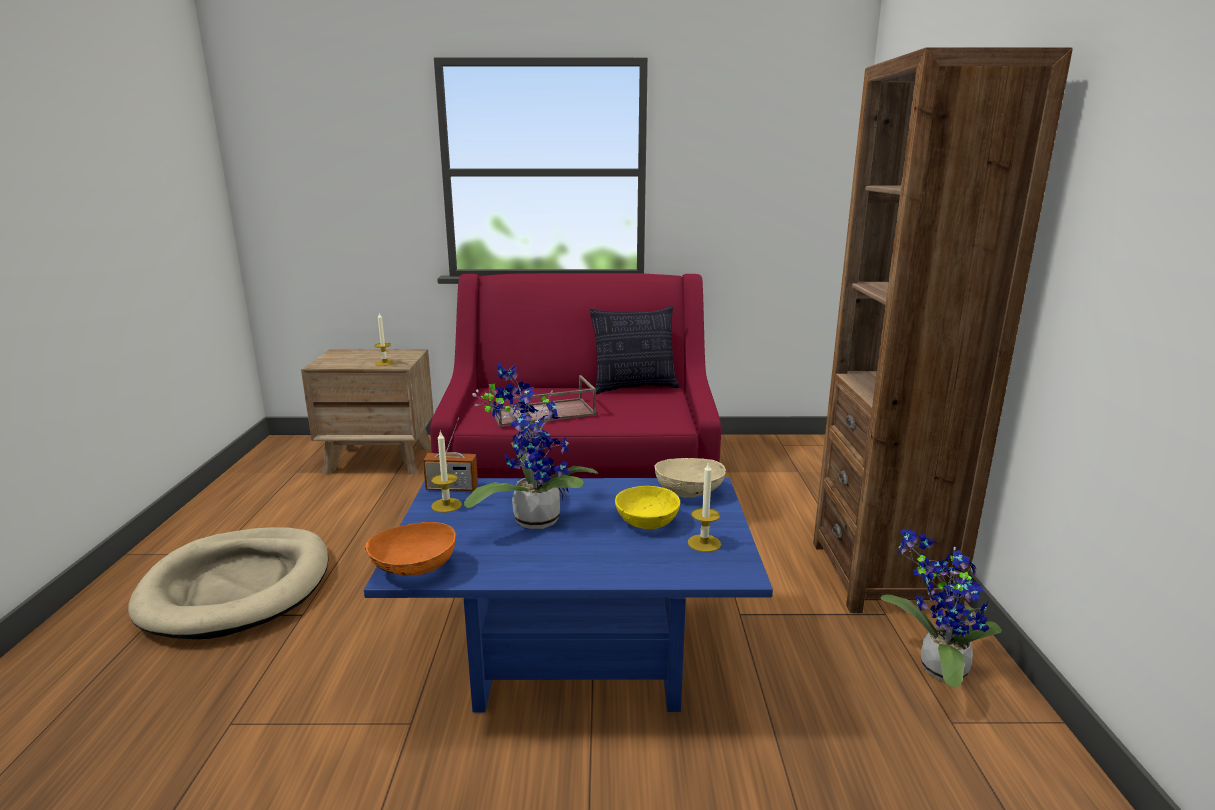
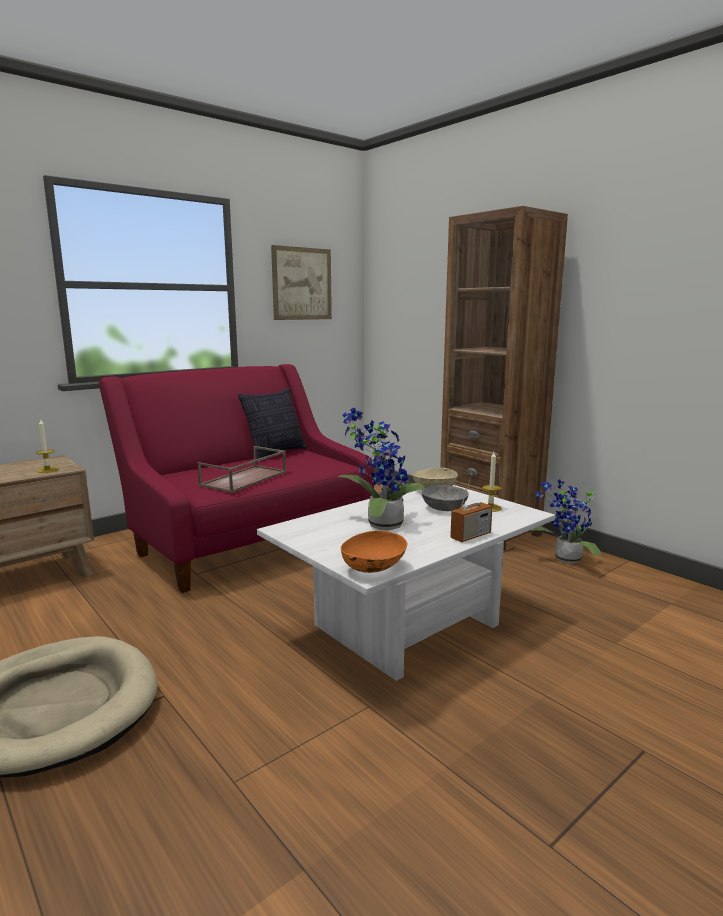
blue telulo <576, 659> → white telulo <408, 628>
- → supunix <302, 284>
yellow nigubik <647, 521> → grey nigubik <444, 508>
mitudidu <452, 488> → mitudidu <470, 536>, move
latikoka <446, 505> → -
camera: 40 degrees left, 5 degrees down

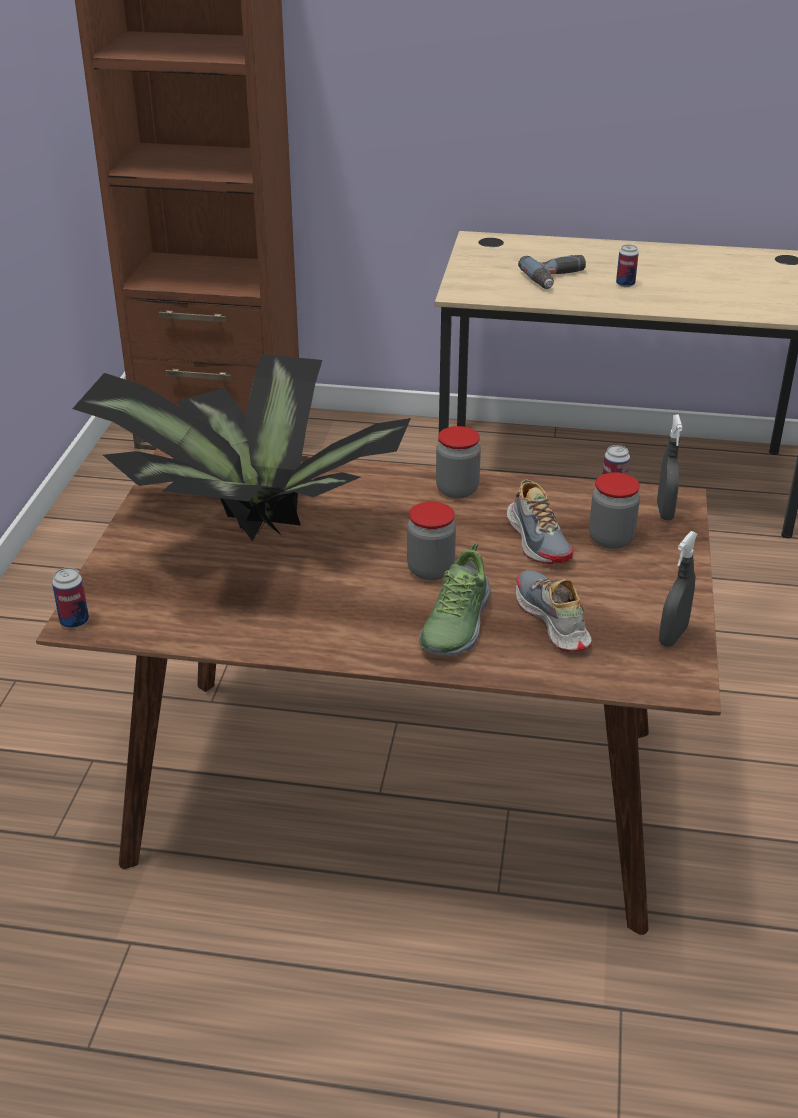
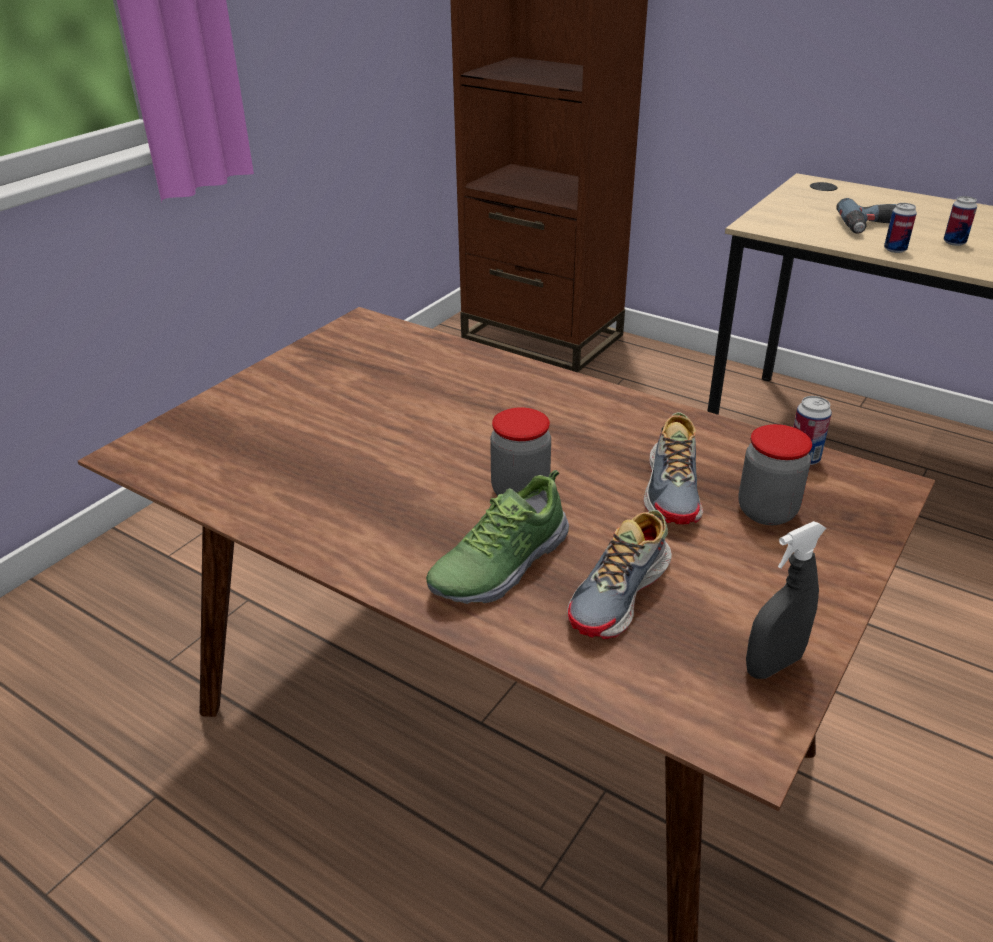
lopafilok <551, 620> → lopafilok <621, 594>, 150 degrees counterclockwise
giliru <74, 622> → giliru <895, 249>, move
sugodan <246, 528> → -
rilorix <457, 490> → -
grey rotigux <664, 511> → -
camera: 25 degrees right, 0 degrees up

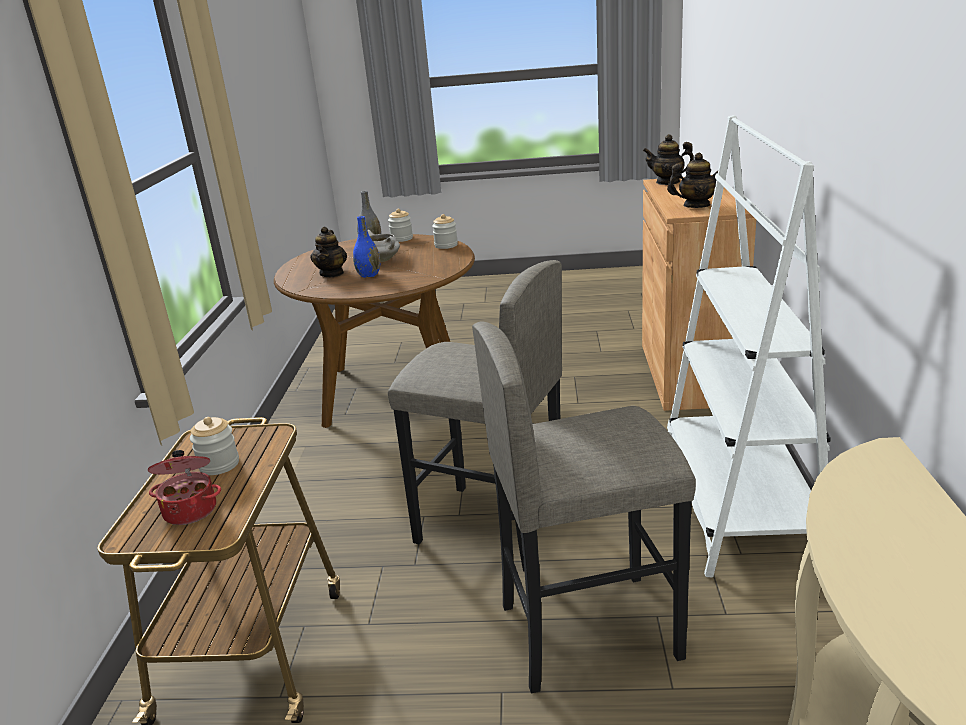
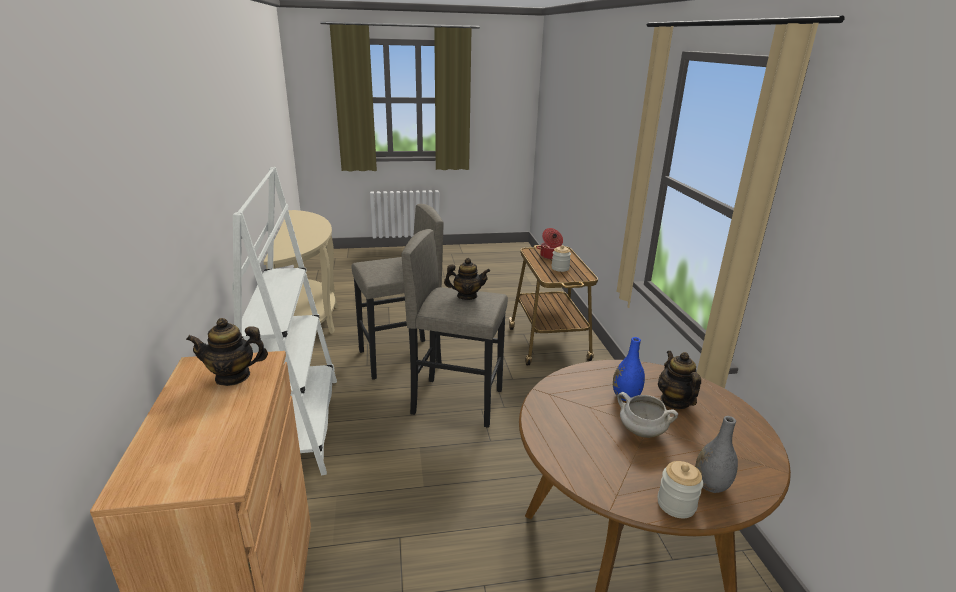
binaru <668, 182> → binaru <467, 296>, move
rilorix <446, 245> → -
camera: 165 degrees right, 0 degrees up

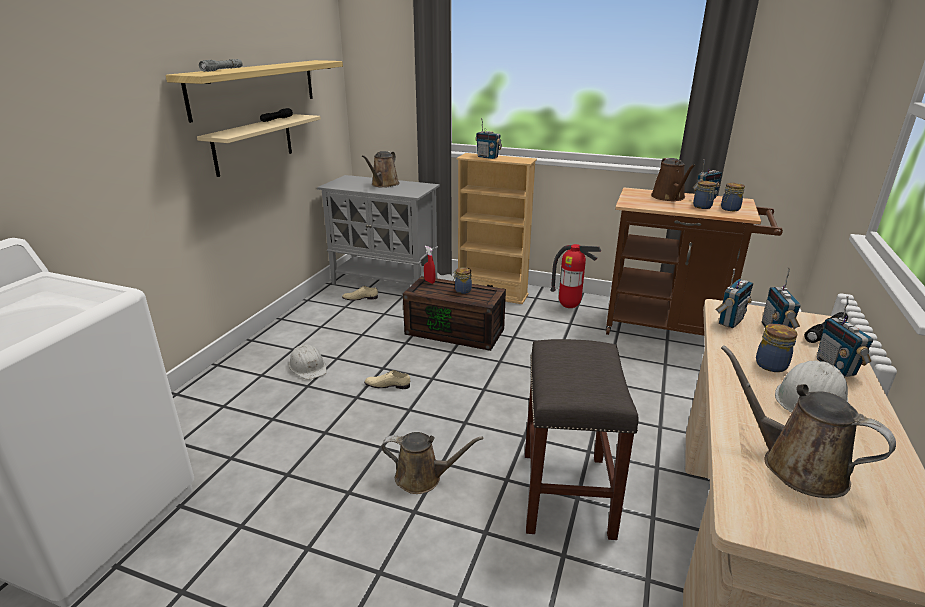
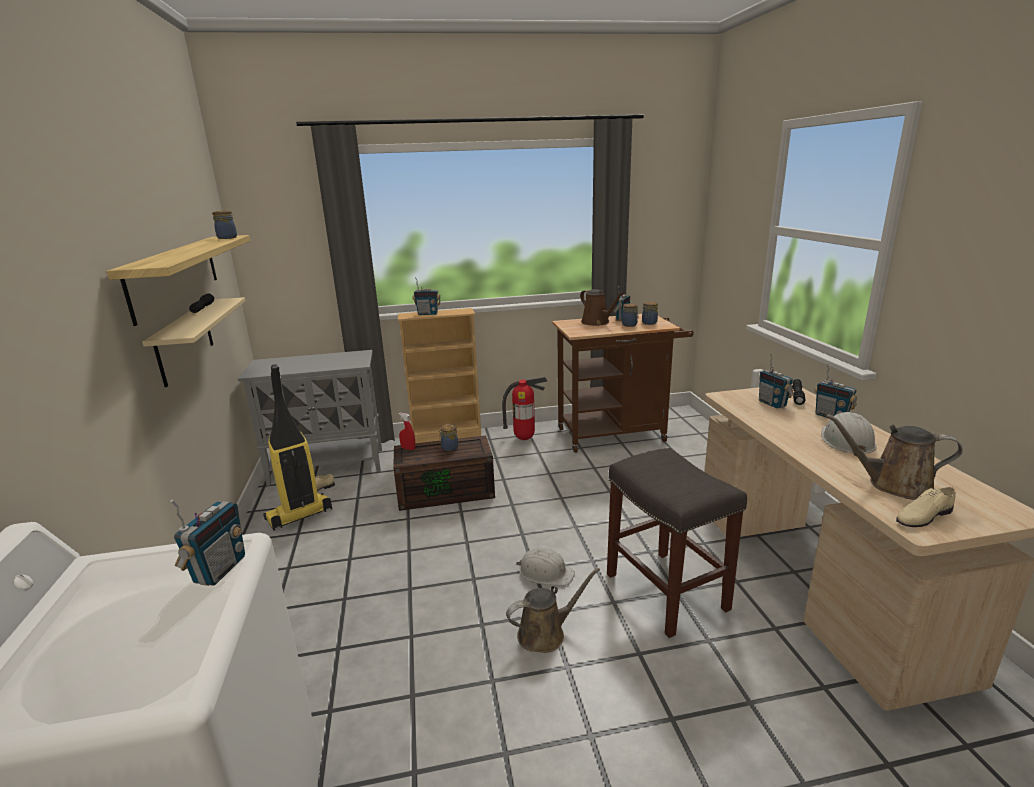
mitudidu <730, 321> → mitudidu <219, 570>, move
rilorix <770, 364> → rilorix <227, 238>, move
- → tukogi <299, 515>
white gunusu <308, 367> → white gunusu <545, 572>, move
beige lopafilok <387, 384> → beige lopafilok <923, 515>, move
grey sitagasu <222, 70> → -
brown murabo <384, 184> → -
camera: 30 degrees left, 5 degrees down

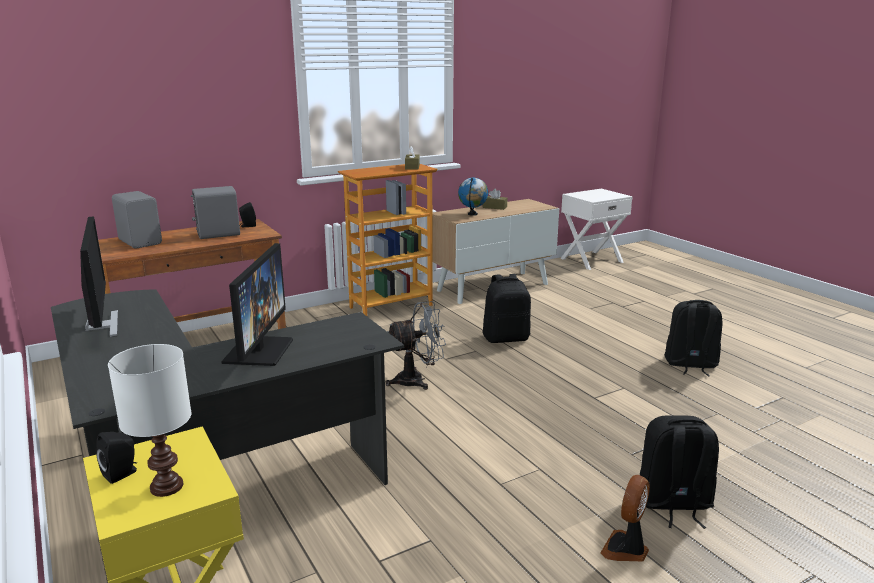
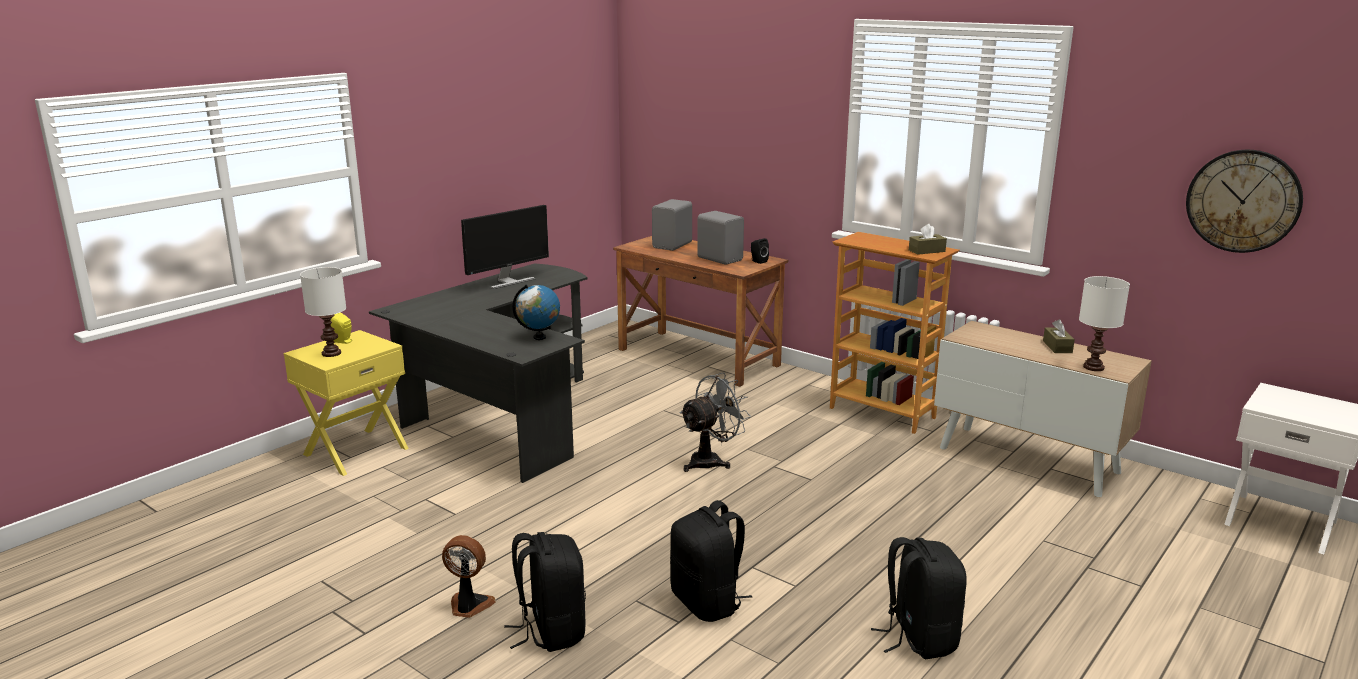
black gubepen <122, 474> → yellow gubepen <343, 341>
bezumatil <472, 214> → bezumatil <539, 337>, move
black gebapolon <506, 338> → black gebapolon <708, 603>, move
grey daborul <417, 380> → grey daborul <711, 461>, 90 degrees counterclockwise
- → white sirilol <1094, 367>
- → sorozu <1243, 201>
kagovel <258, 350> → -
camera: 70 degrees right, 0 degrees up

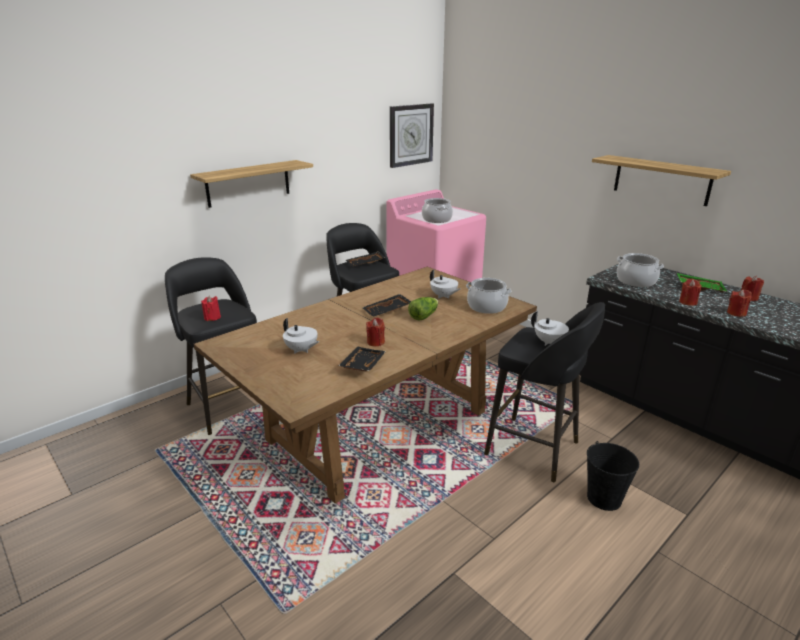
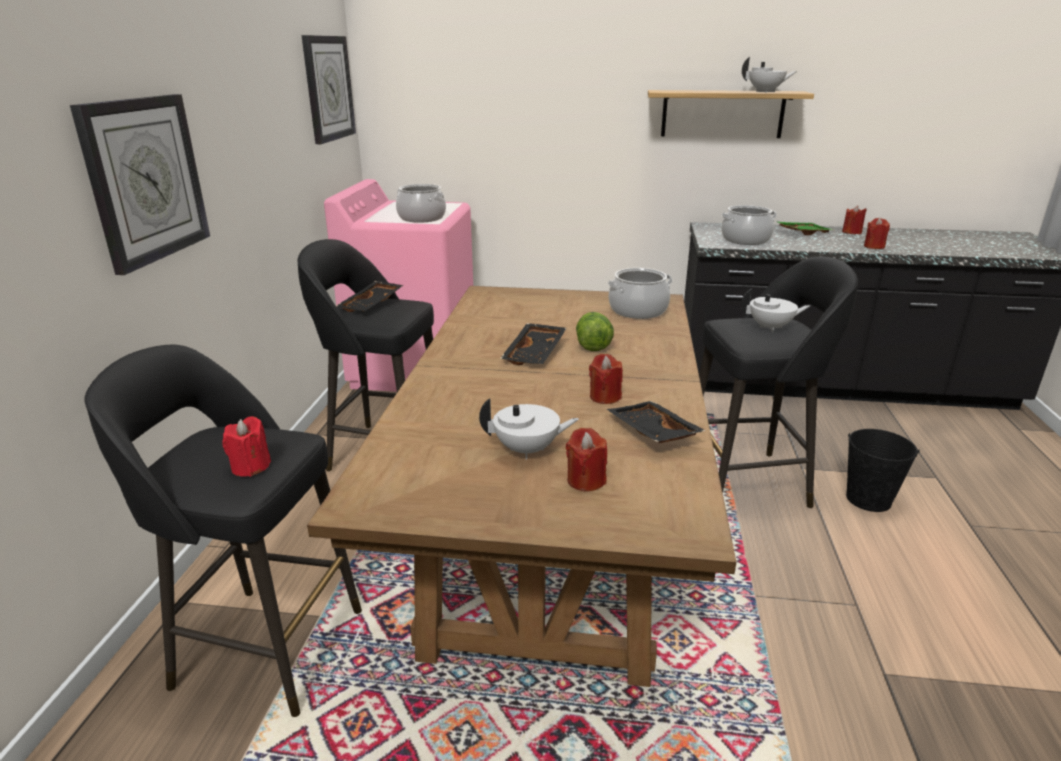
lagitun <248, 183> → sorozu <145, 180>
red latikoka <688, 302> → red latikoka <585, 480>, move
white binaru <443, 296> → white binaru <765, 91>, move
camera: 40 degrees left, 0 degrees up

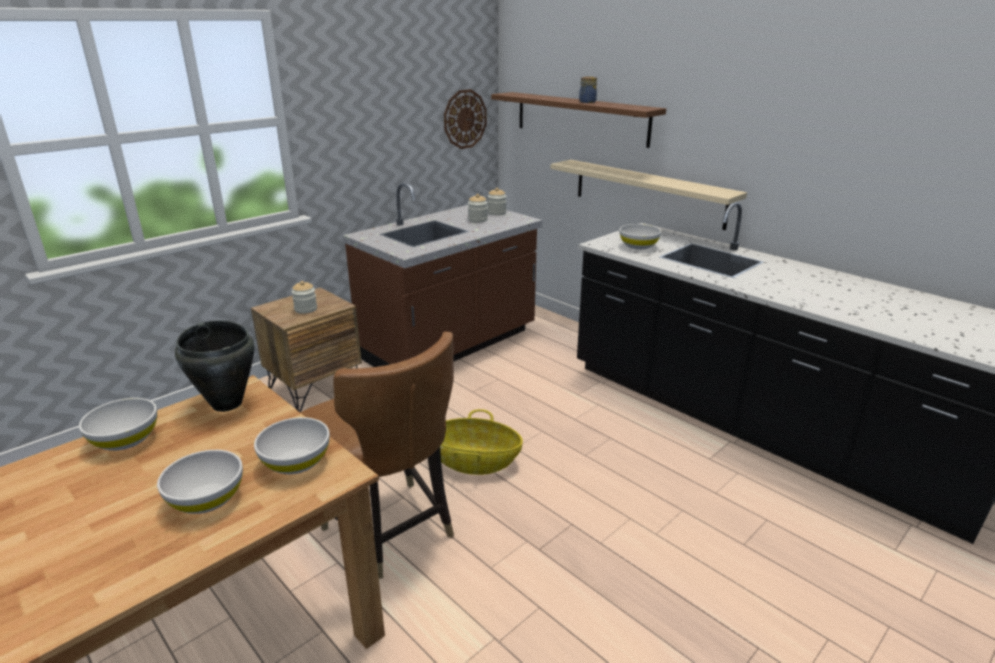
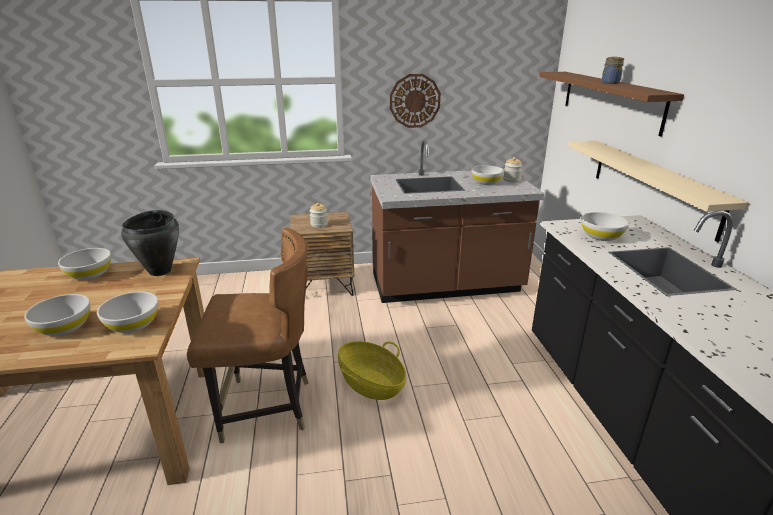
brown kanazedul <390, 529> → brown kanazedul <266, 407>, 90 degrees counterclockwise
sorozu <465, 119> → sorozu <414, 101>, move
rilorix <478, 220> → white nigubik <486, 182>
camera: 35 degrees right, 0 degrees up

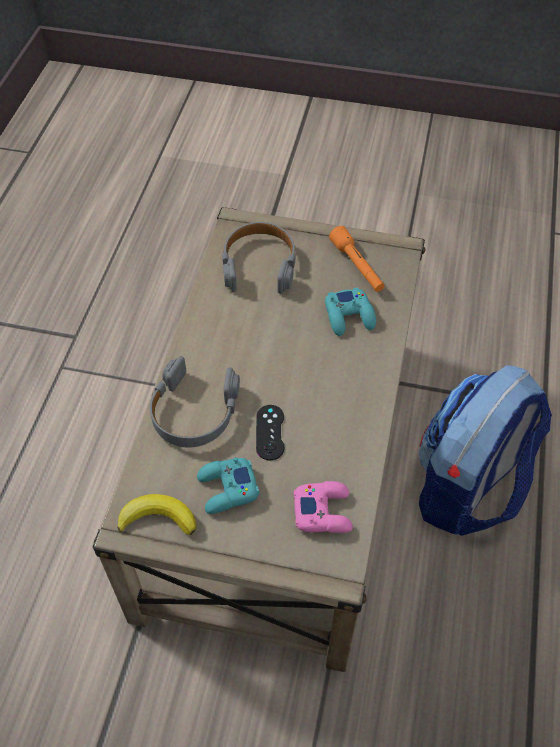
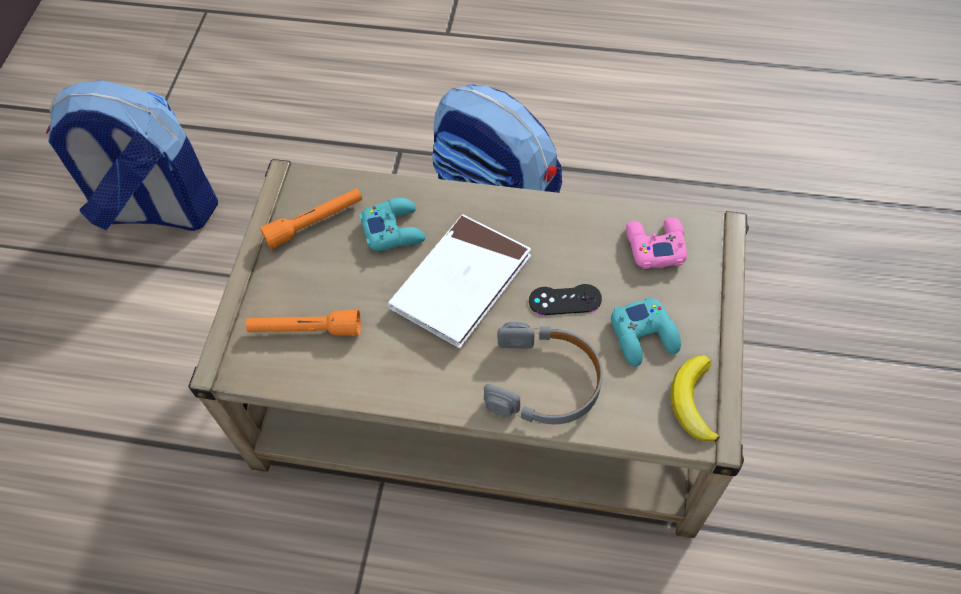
- → gebapolon <157, 210>
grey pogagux <259, 264> → orange sitagasu <305, 330>
- → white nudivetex <461, 283>
camera: 90 degrees left, 5 degrees up

